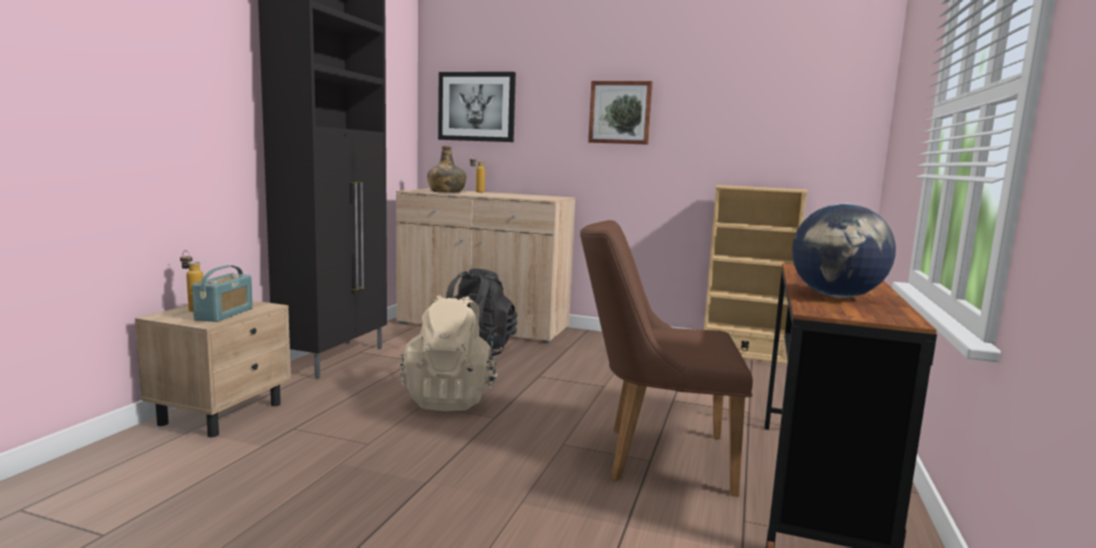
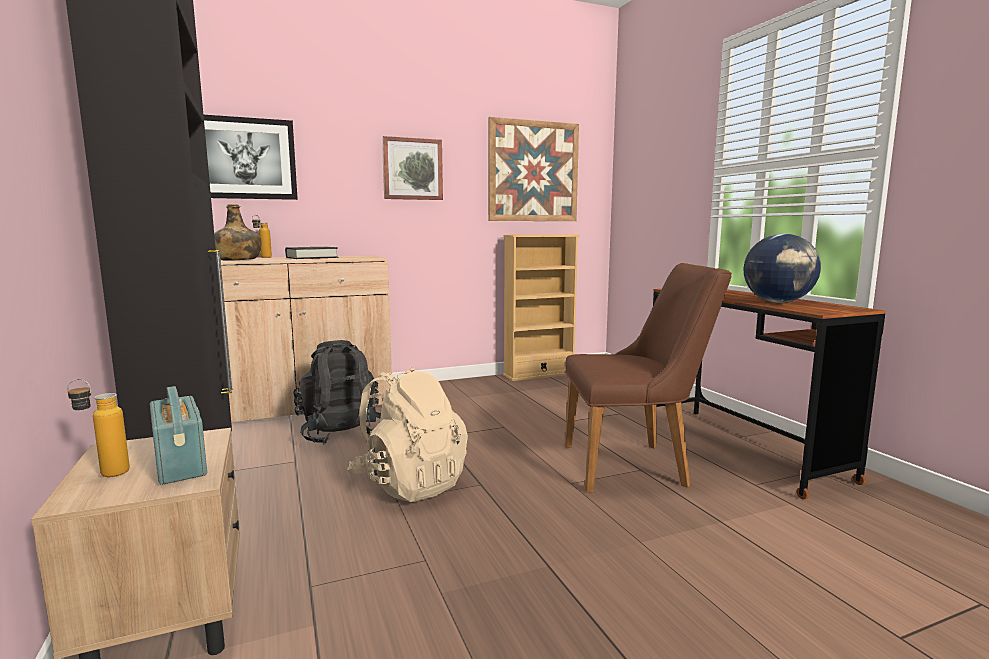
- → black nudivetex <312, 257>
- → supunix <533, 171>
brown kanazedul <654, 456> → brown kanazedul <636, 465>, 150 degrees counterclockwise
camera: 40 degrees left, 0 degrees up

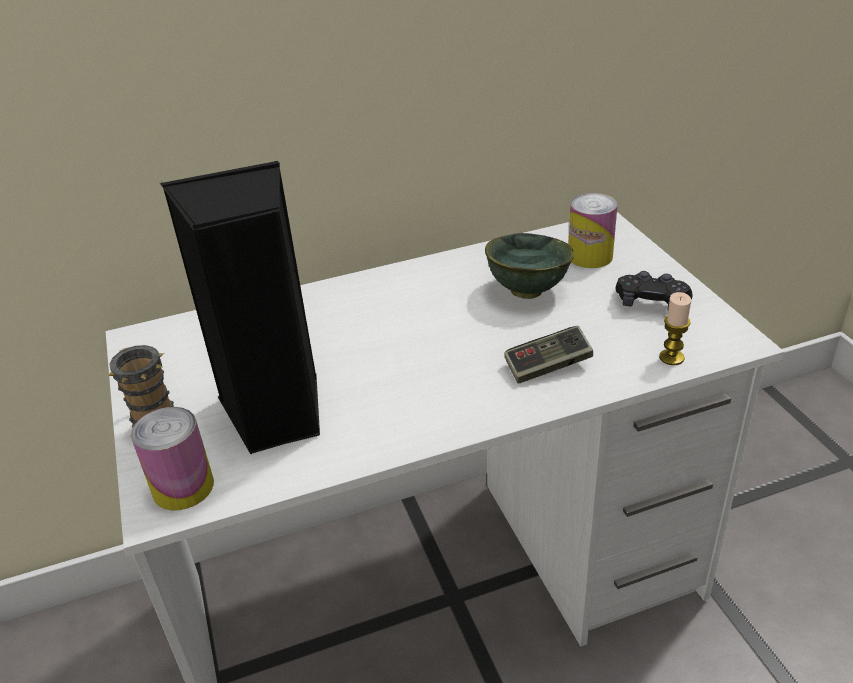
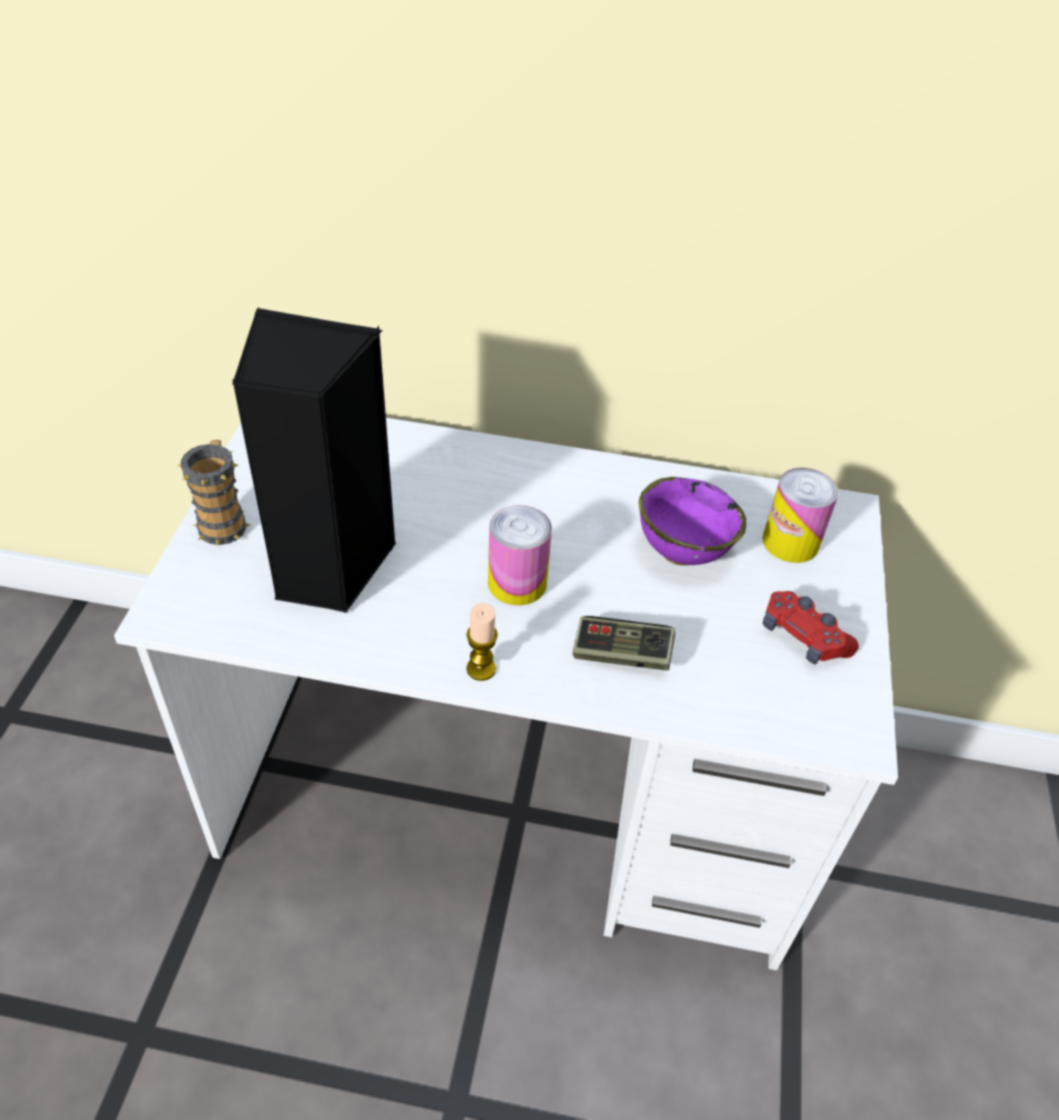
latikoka <671, 357> → latikoka <481, 669>, move
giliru <183, 487> → giliru <517, 582>, move
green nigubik <526, 291> → purple nigubik <680, 551>
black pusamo <651, 303> → red pusamo <803, 637>
camera: 25 degrees right, 10 degrees up

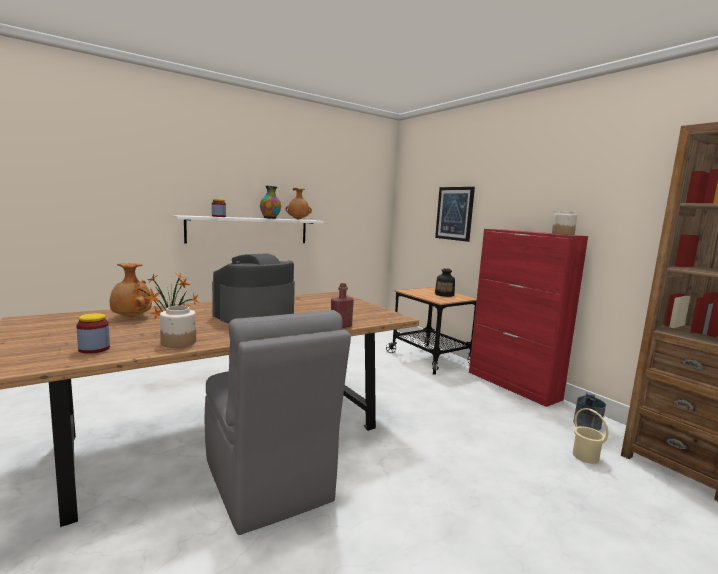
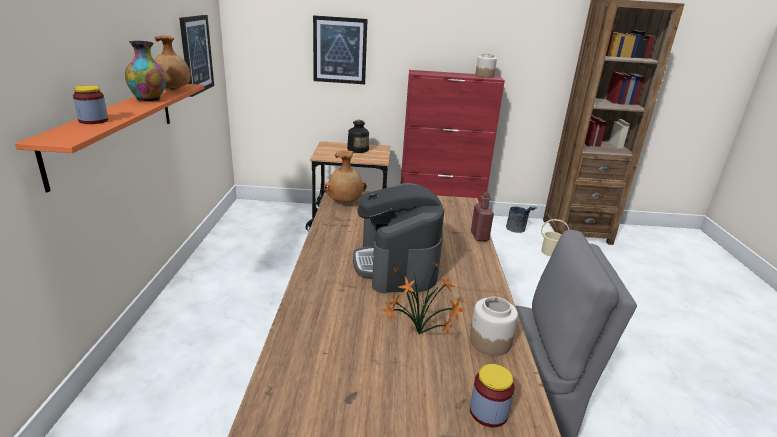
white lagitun <249, 230> → orange lagitun <115, 128>
- → supunix <196, 54>
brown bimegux <131, 317> → brown bimegux <345, 202>, move
camera: 55 degrees left, 15 degrees up

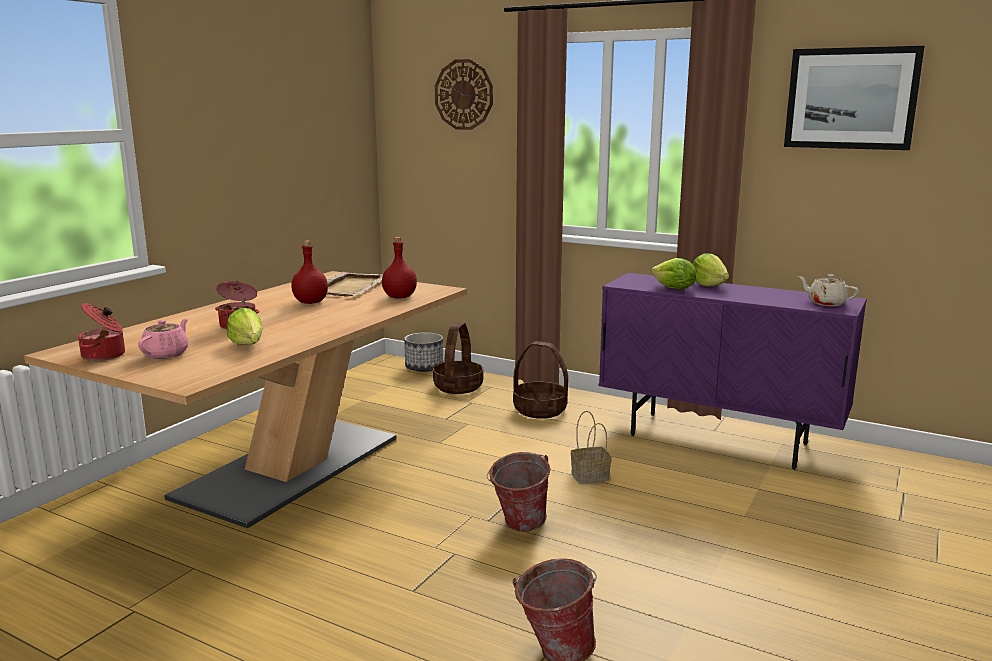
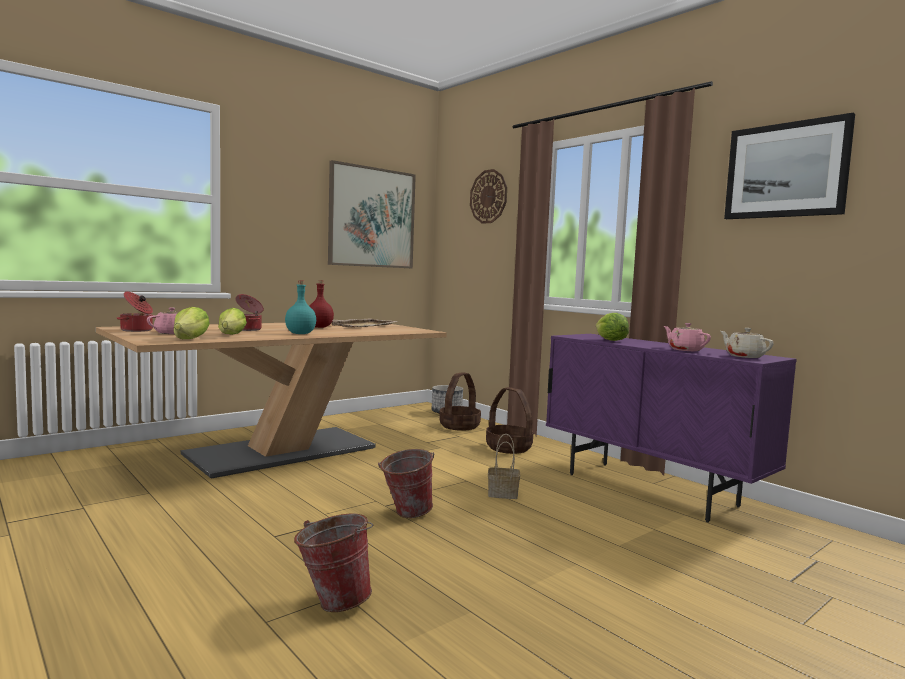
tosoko <709, 285> → tosoko <190, 339>, move
- → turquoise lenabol <300, 333>
- → supunix <372, 217>
- → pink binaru <685, 350>
red lenabol <399, 297> → -
camera: 20 degrees right, 10 degrees down

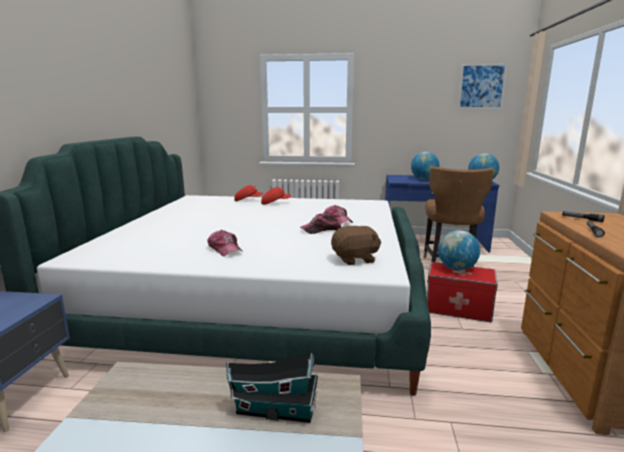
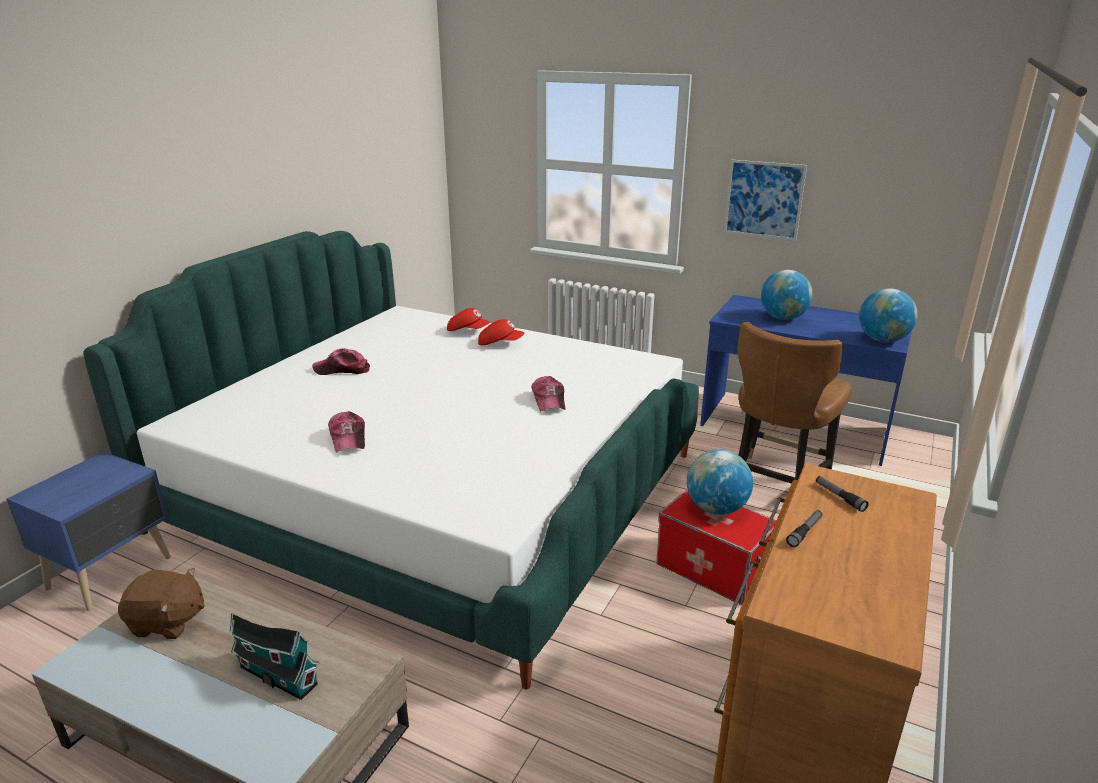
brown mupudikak <355, 259> → brown mupudikak <168, 622>, move
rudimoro <321, 230> → rudimoro <342, 370>, move
supunix <481, 86> → supunix <764, 199>, move
camera: 20 degrees right, 10 degrees up

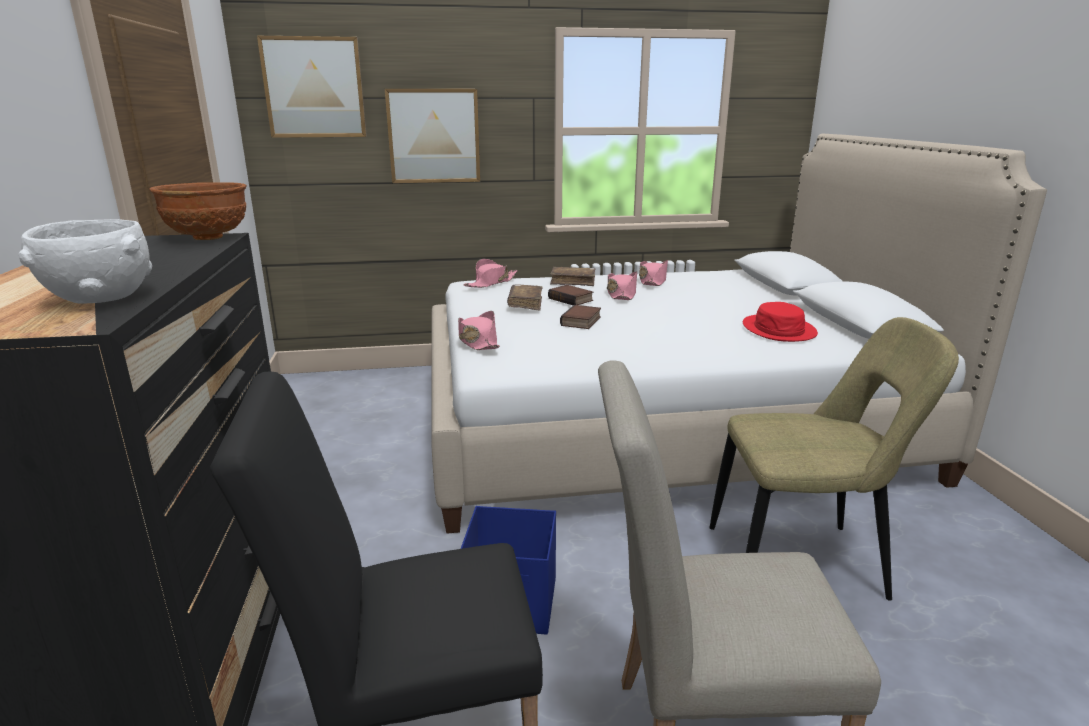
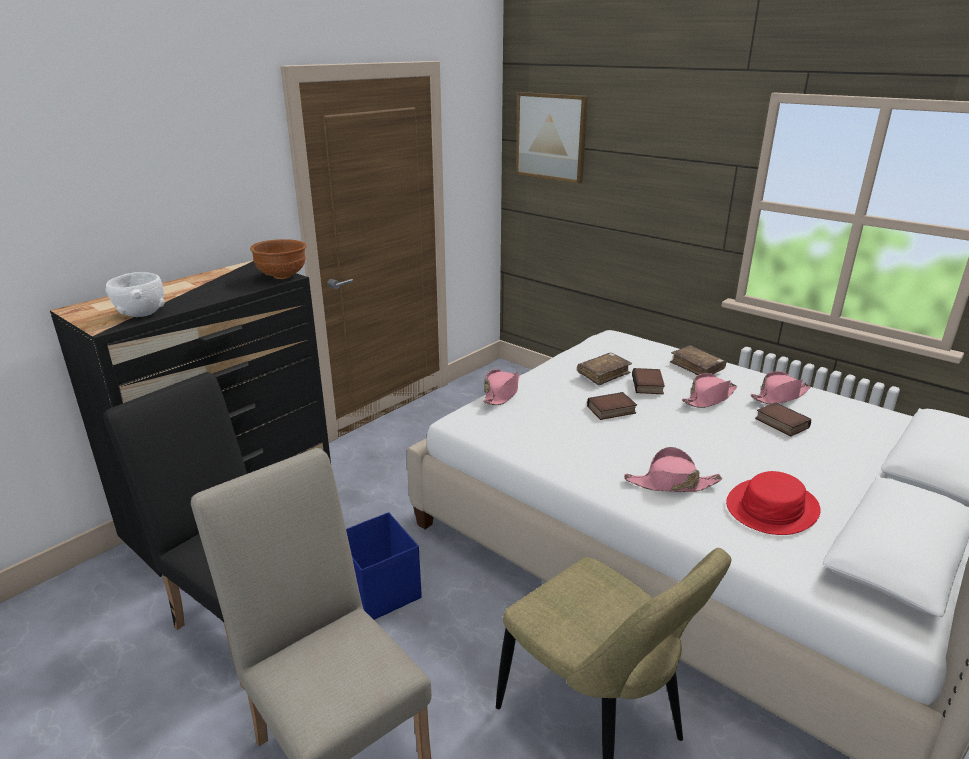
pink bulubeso <491, 283> → pink bulubeso <671, 484>, move
- → nudivetex <780, 423>
supunix <434, 136> → -
camera: 50 degrees right, 5 degrees up

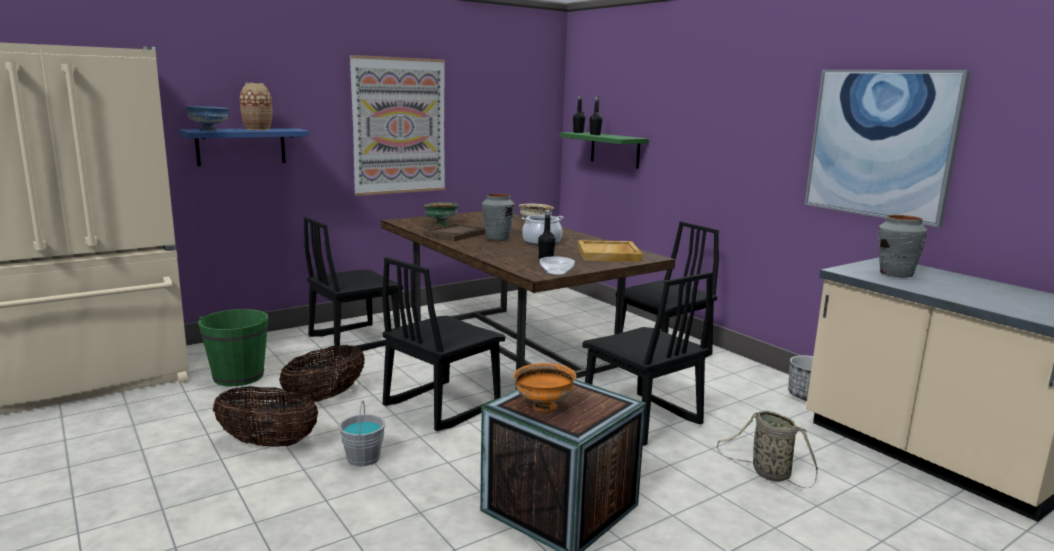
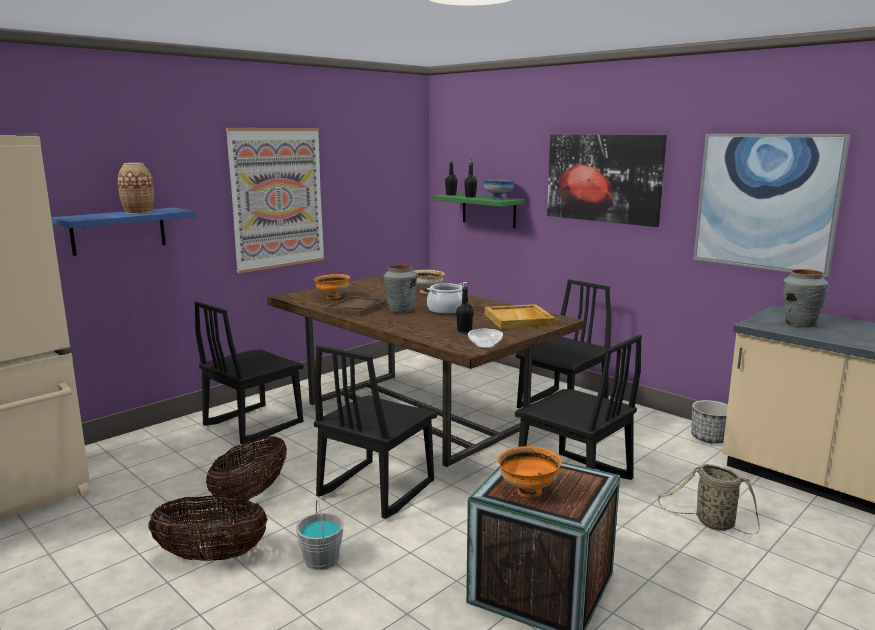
green nigubik <441, 224> → orange nigubik <332, 297>
blue nigubik <209, 130> → blue nigubik <498, 198>, move
- → supunix <603, 178>
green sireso <238, 376> → -
camera: 10 degrees left, 0 degrees up

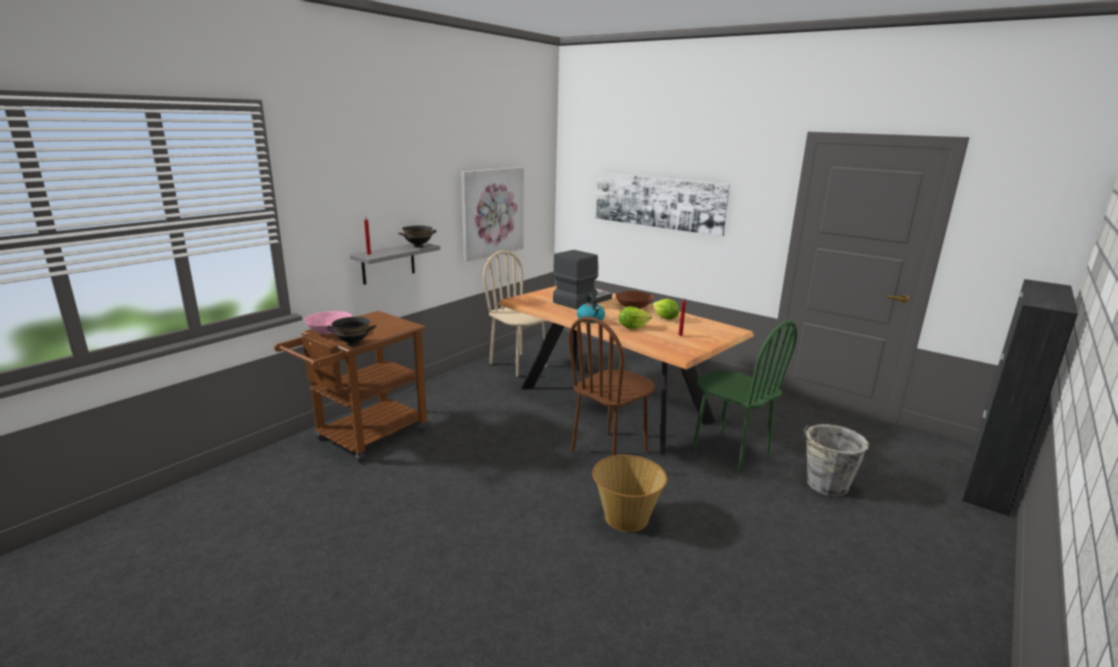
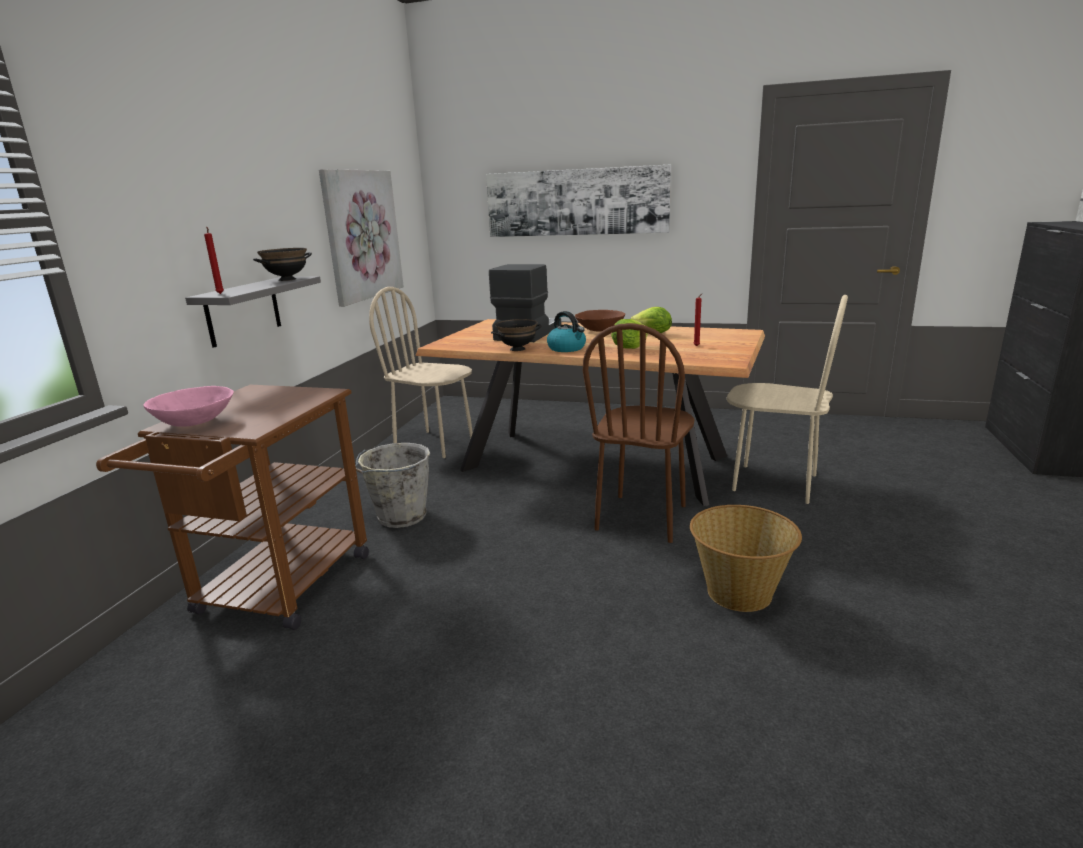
grey sireso <825, 485> → grey sireso <400, 517>, move
black nigubik <353, 343> → black nigubik <517, 349>, move
green kanazedul <730, 452> → beige kanazedul <774, 483>
camera: 20 degrees left, 0 degrees up

